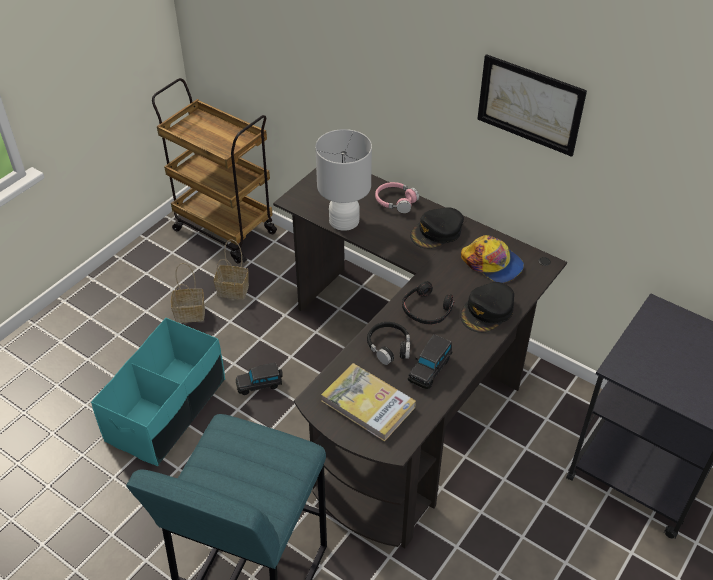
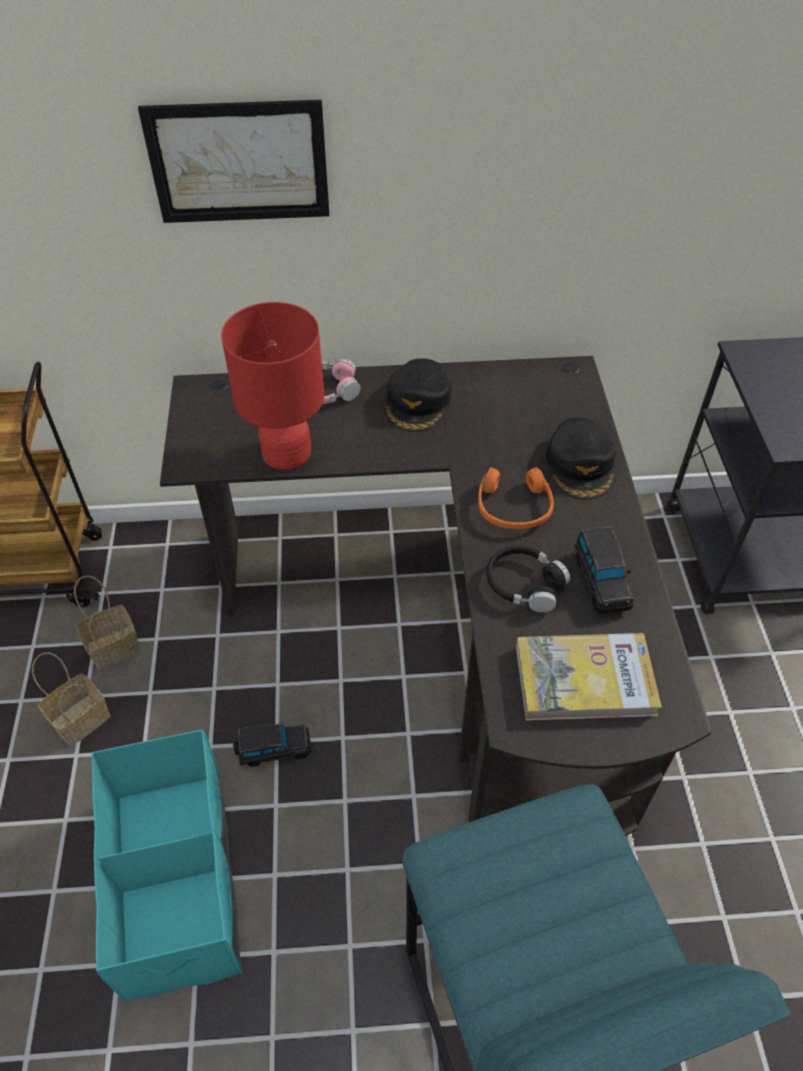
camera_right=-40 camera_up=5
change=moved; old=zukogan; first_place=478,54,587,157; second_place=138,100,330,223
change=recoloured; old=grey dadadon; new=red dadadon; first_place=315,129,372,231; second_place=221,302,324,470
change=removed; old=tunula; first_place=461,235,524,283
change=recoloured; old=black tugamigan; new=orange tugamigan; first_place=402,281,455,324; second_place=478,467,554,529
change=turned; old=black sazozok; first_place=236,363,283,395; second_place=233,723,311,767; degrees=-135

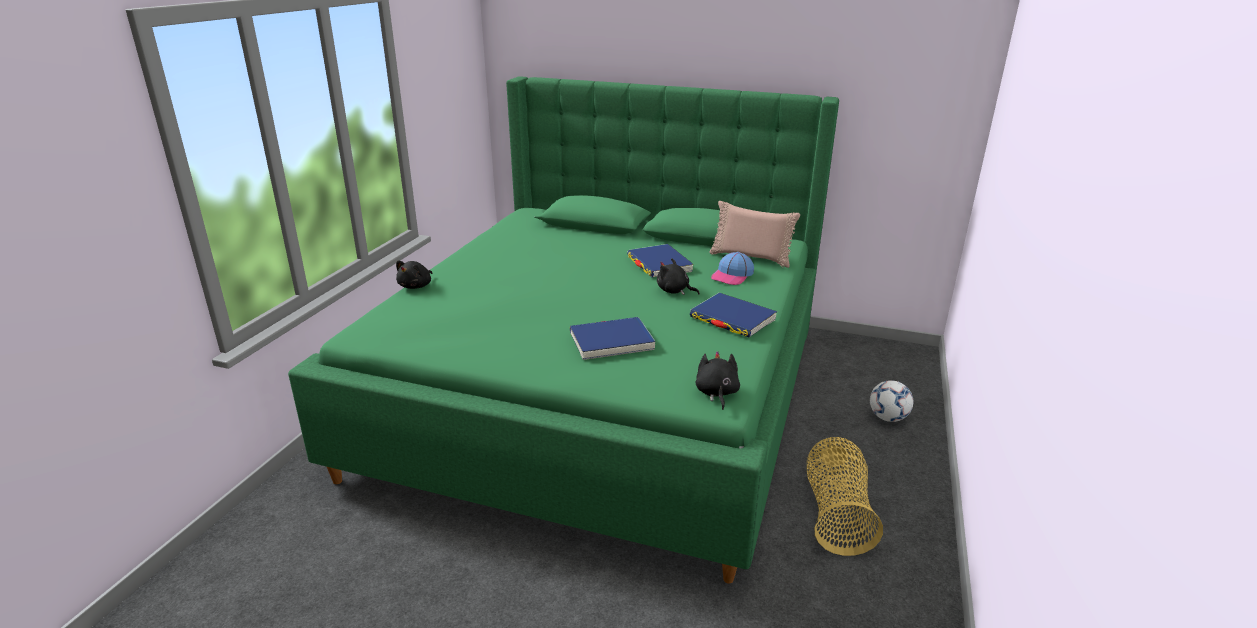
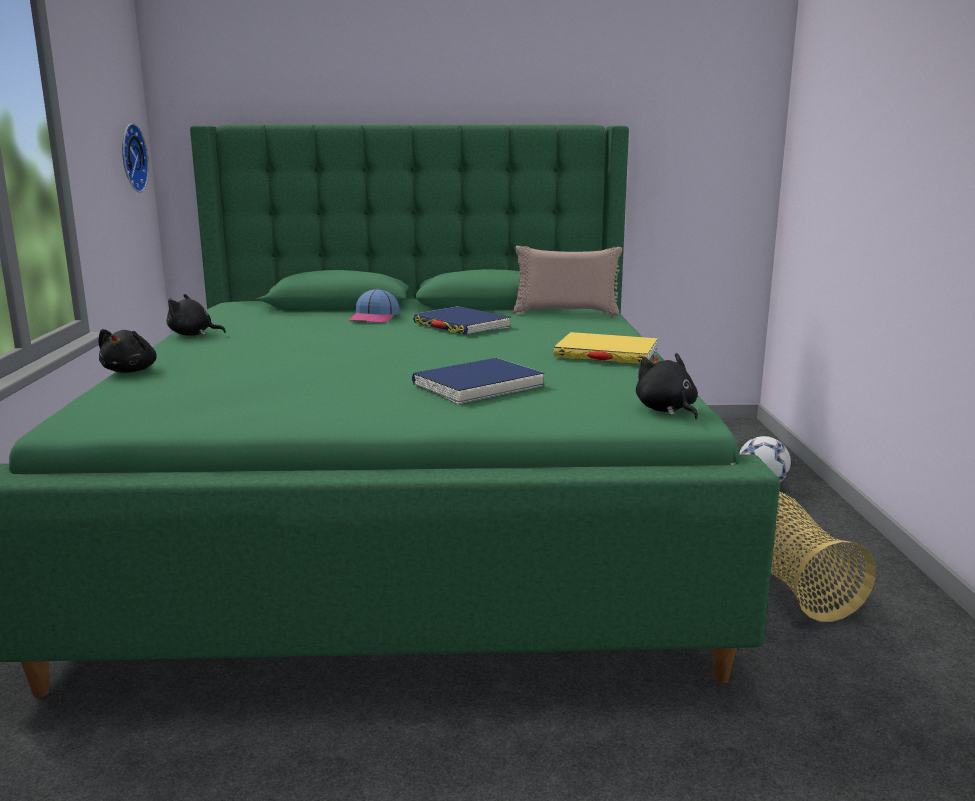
camera_right=-20 camera_up=-10
change=moved; old=tunula; first_place=711,252,754,285; second_place=349,288,399,323
change=moved; old=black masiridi; first_place=657,258,700,295; second_place=167,294,226,336
change=recoloured; old=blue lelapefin; new=yellow lelapefin; first_place=690,293,777,338; second_place=554,332,658,364
change=added; new=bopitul; second_place=122,123,149,193

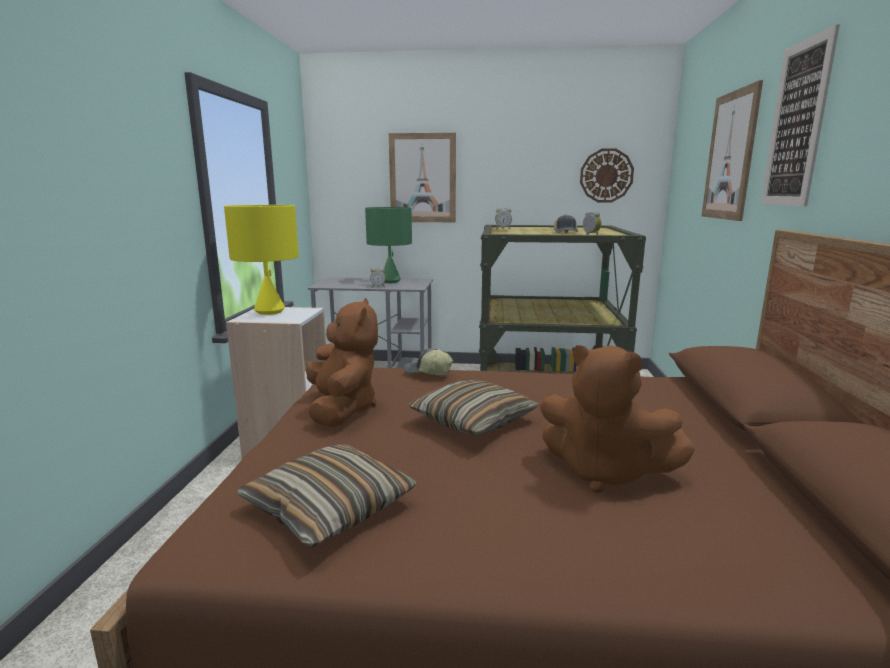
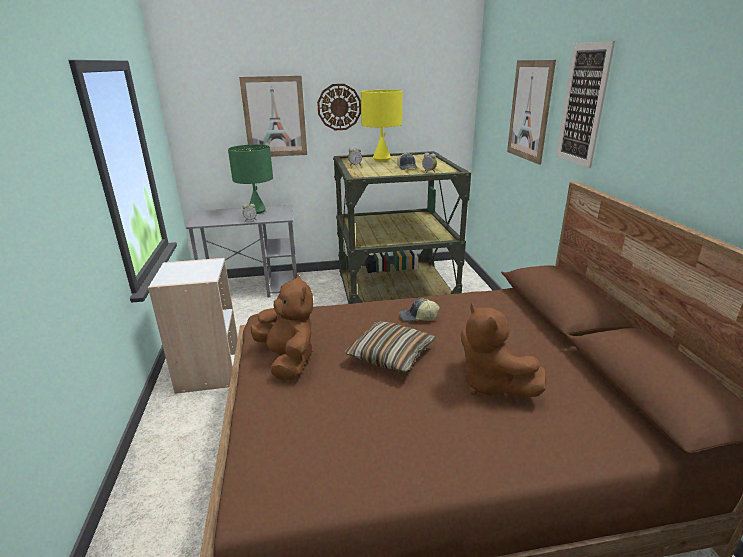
camera_right=-15 camera_up=10
change=moved; old=bopitul; first_place=580,149,634,203; second_place=317,84,361,130
change=moved; old=yellow dadadon; first_place=224,205,299,315; second_place=361,90,402,161
change=turned; old=brown masiridi; first_place=540,345,695,493; second_place=461,303,546,398; degrees=45
change=moved; old=tunula; first_place=404,348,453,375; second_place=400,298,440,321
change=removed; old=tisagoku; first_place=237,444,417,548

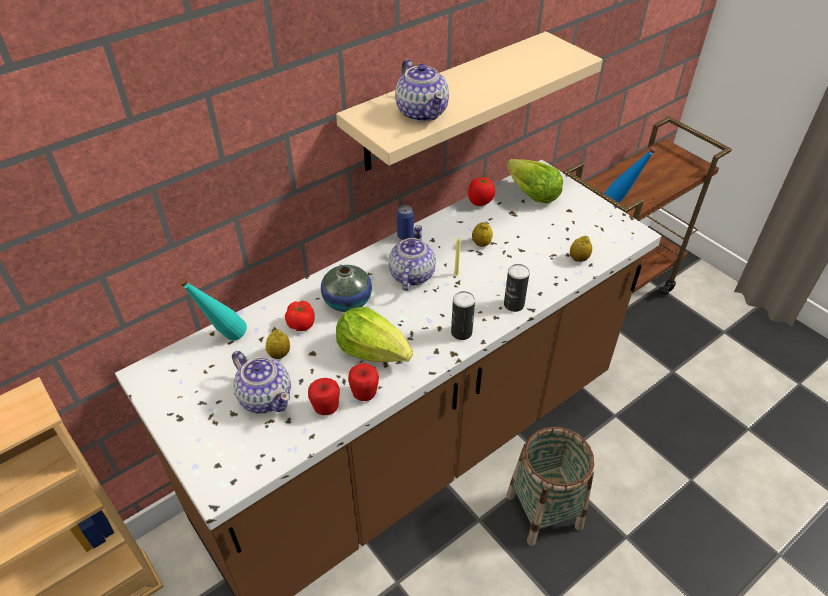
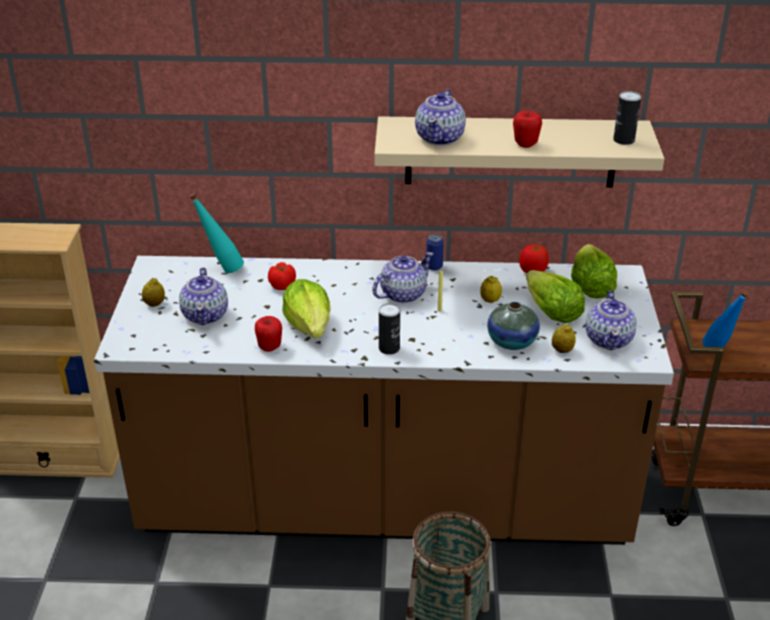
camera_right=40 camera_up=-10
change=moved; old=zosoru; first_place=504,264,530,312; second_place=613,91,641,145
change=moved; old=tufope; first_place=321,265,372,312; second_place=487,302,540,350
change=moved; old=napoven; first_place=266,329,290,359; second_place=142,278,165,307
change=moved; old=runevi; first_place=308,378,340,415; second_place=513,111,542,148
change=added; new=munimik; second_place=526,270,585,323
change=added; new=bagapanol; second_place=585,290,637,350

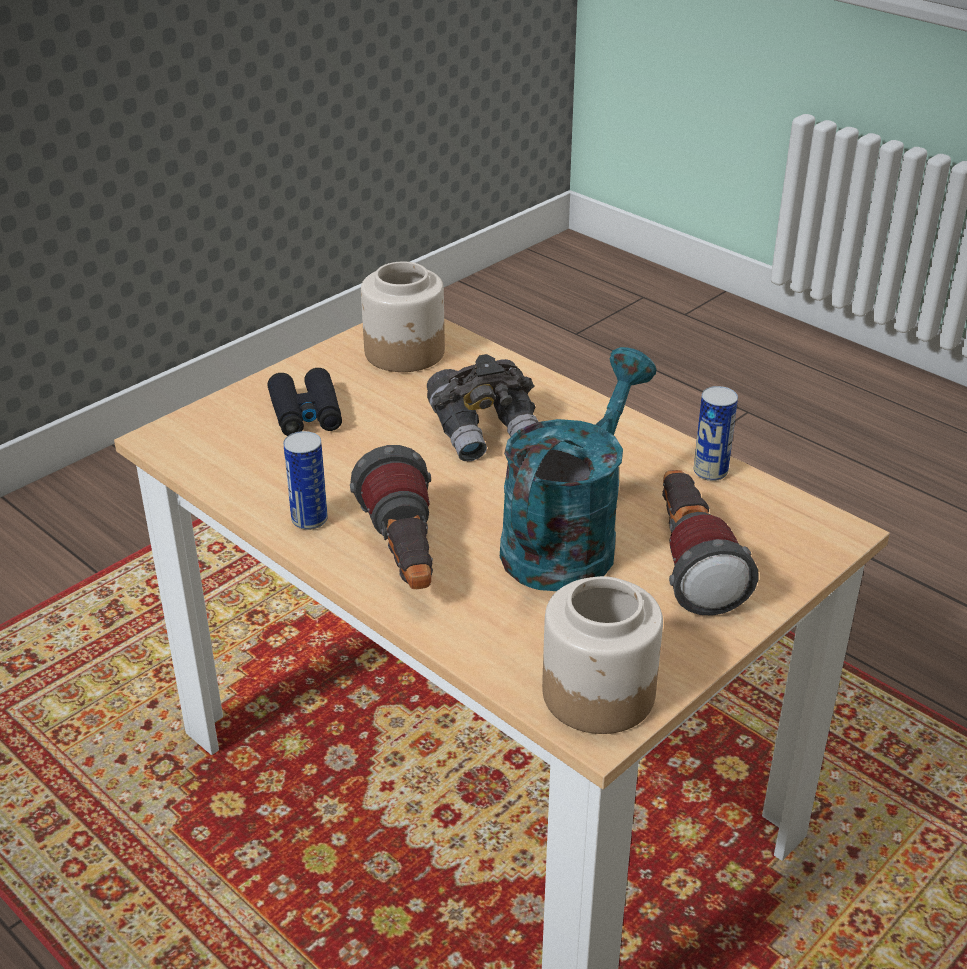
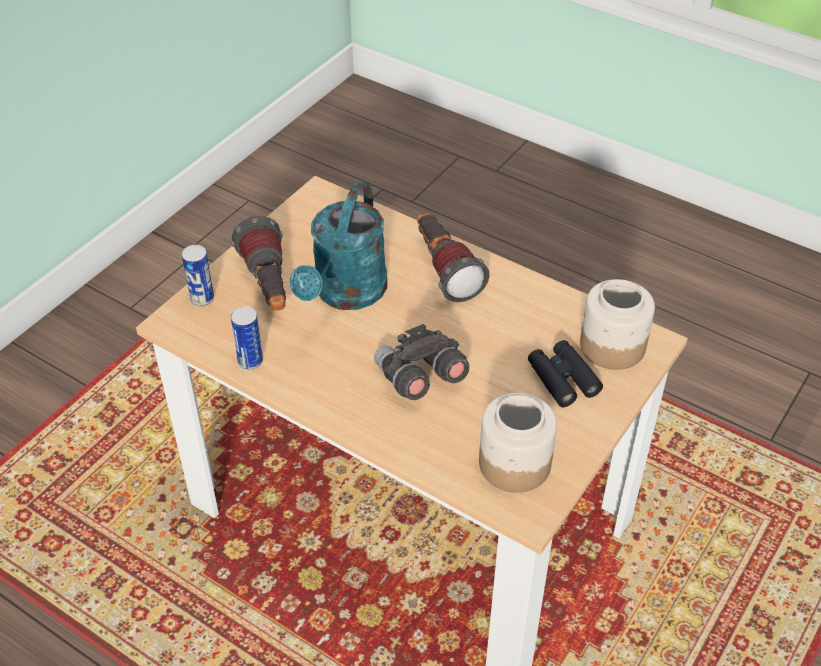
camera_right=170 camera_up=10
change=moved; old=zosoru; first_place=283,431,328,530; second_place=182,245,214,306
change=moved; old=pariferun; first_place=542,576,663,734; second_place=580,279,655,370

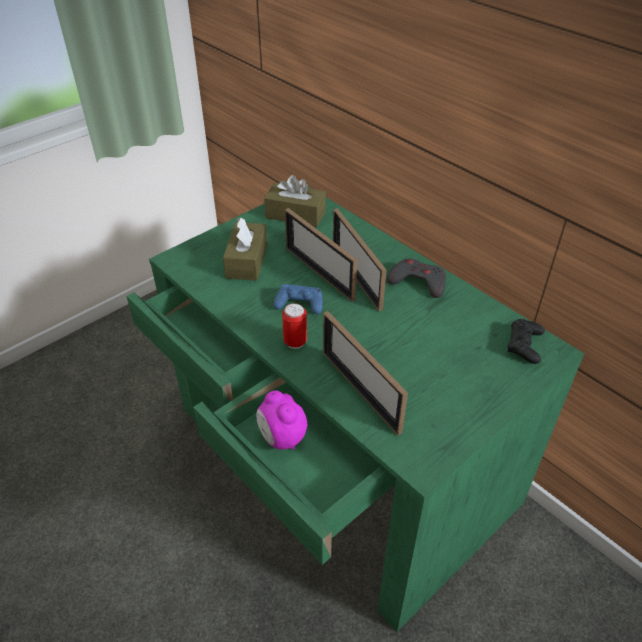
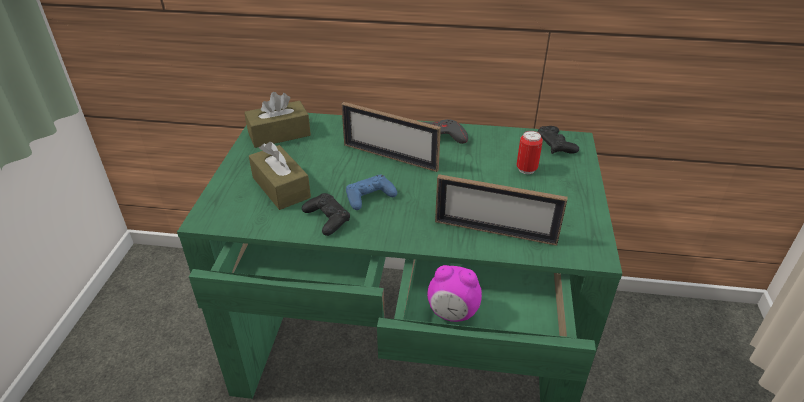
camera_right=-40 camera_up=-5
change=removed; old=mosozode; first_place=285,208,357,302
change=moved; old=zosoru; first_place=282,303,307,349; second_place=517,131,543,174
change=added; new=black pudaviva; second_place=302,193,350,236

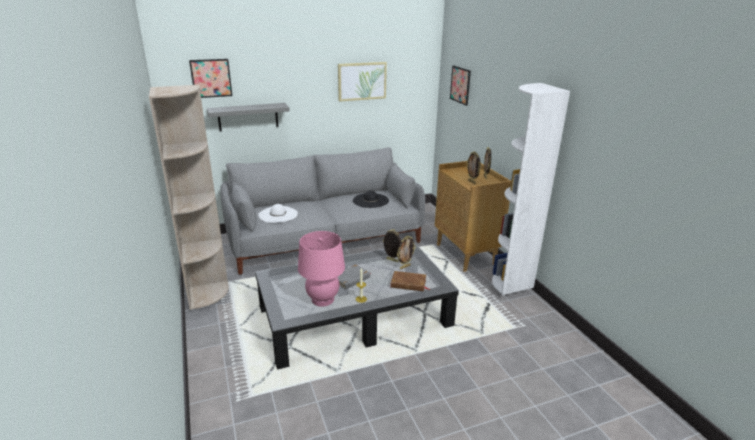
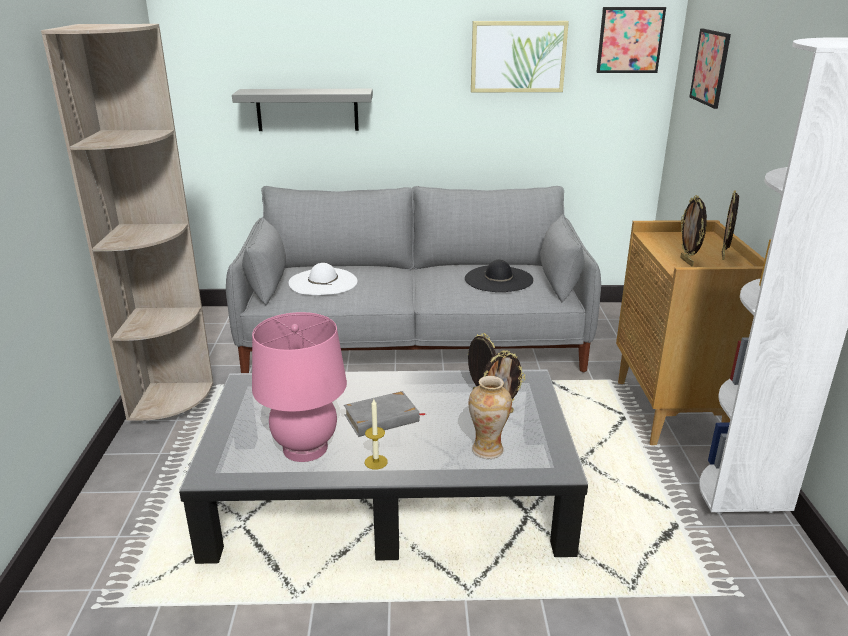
camera_right=20 camera_up=0
change=moved; old=zukogan; first_place=189,59,233,98; second_place=596,7,666,73
change=replaced; old=brown lelapefin; new=tufope; first_place=391,271,430,291; second_place=469,376,512,459

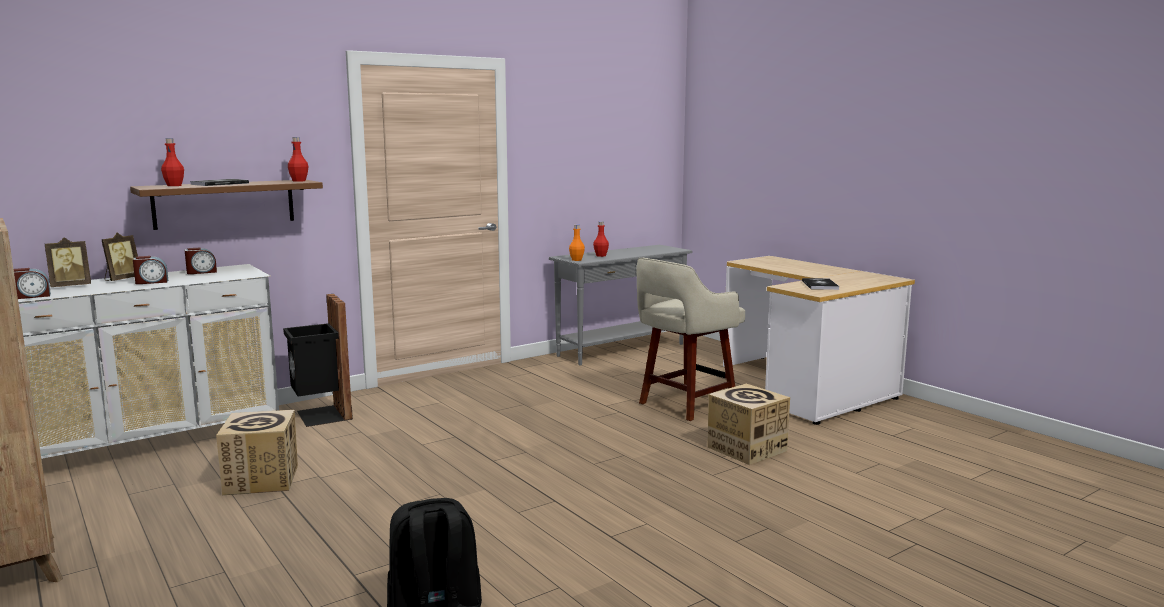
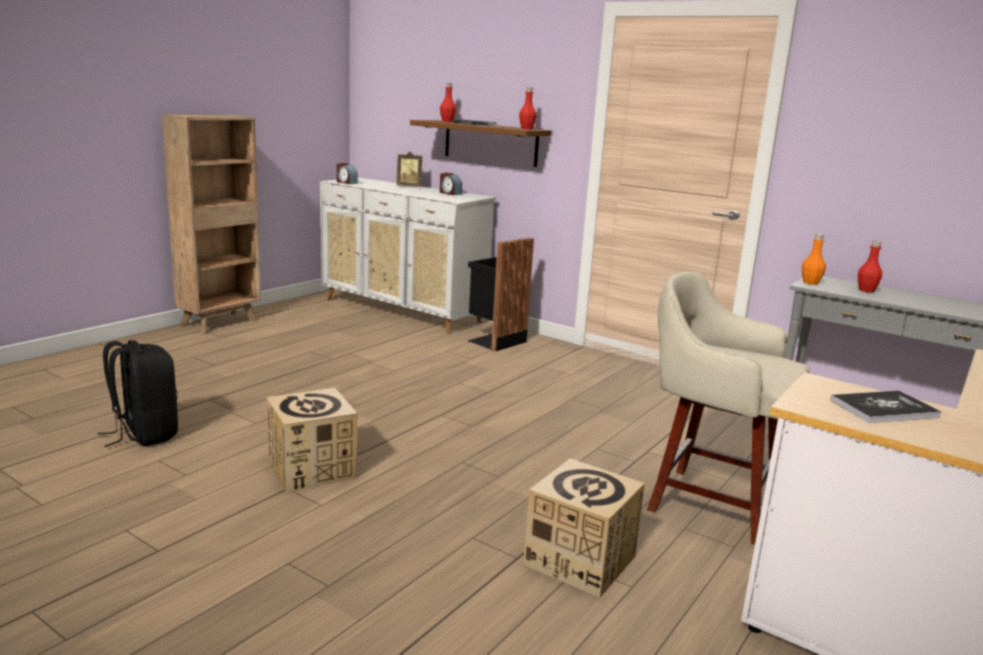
camera_right=70 camera_up=5
change=removed; old=mosozode; first_place=45,237,91,287
change=removed; old=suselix; first_place=133,256,168,284
change=moved; old=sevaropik; first_place=216,410,298,495; second_place=266,388,358,493

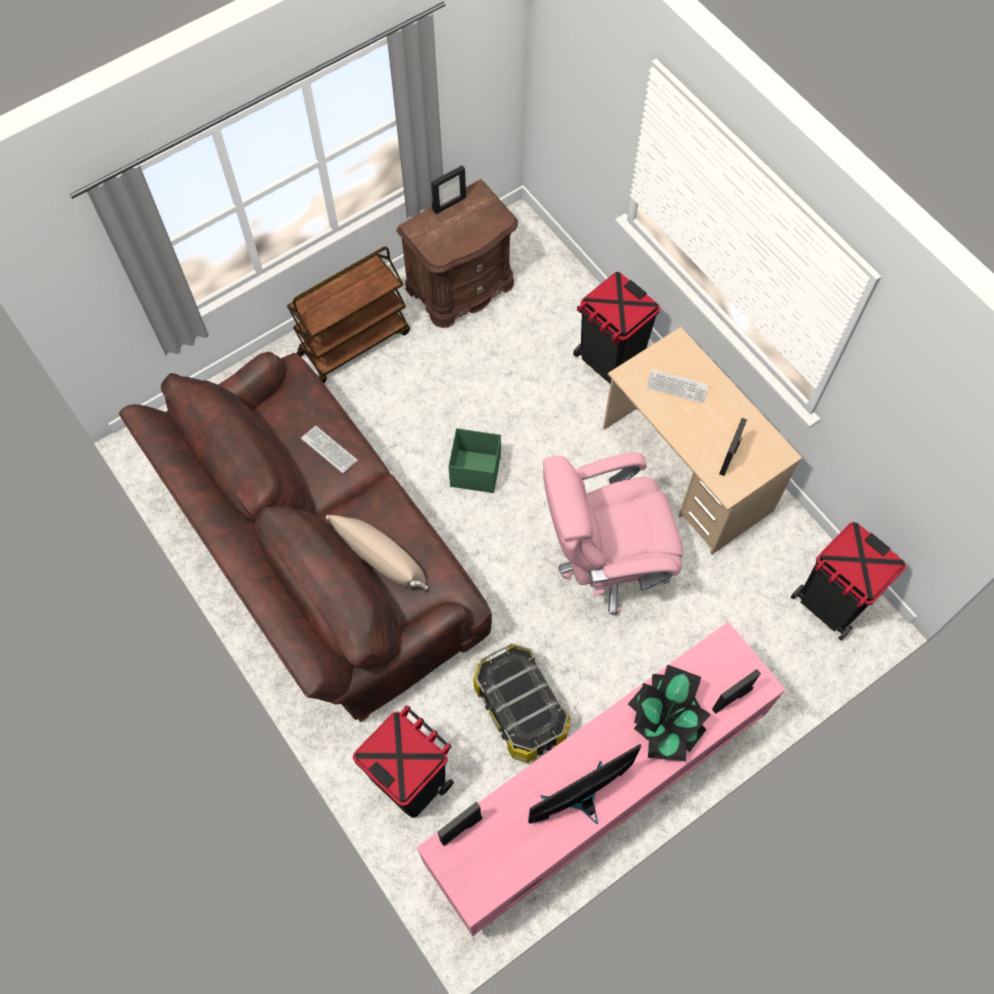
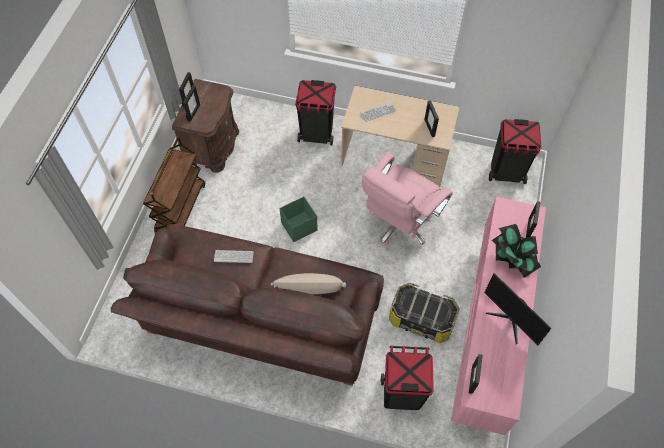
camera_right=-40 camera_up=-5
change=turned; old=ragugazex; first_place=528,744,641,824; second_place=484,273,551,345; degrees=-60
change=added; new=mosozode; second_place=183,85,200,122

